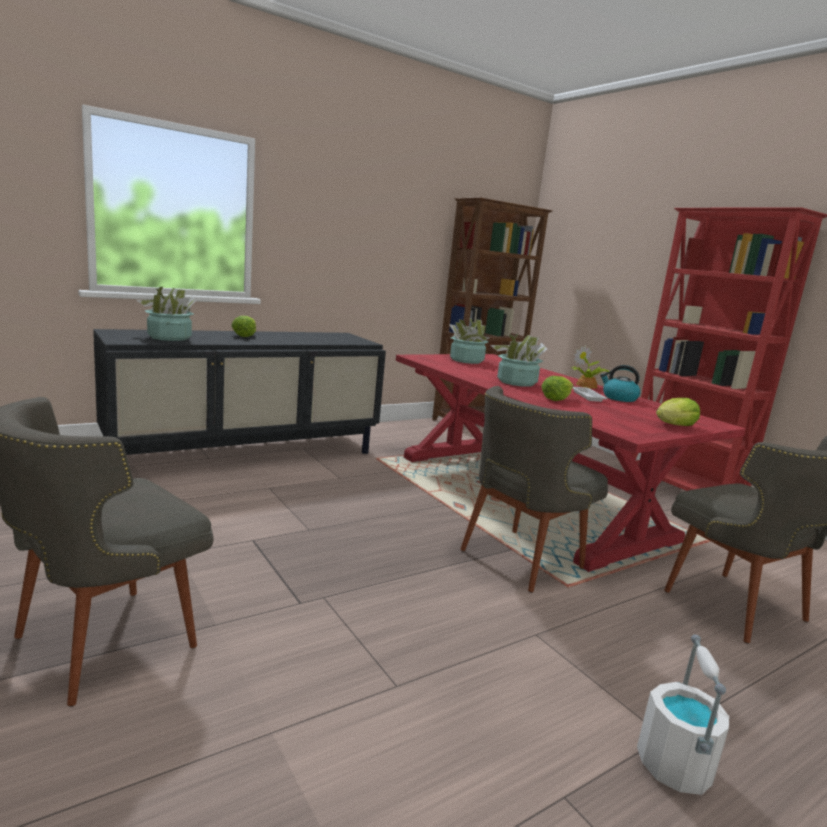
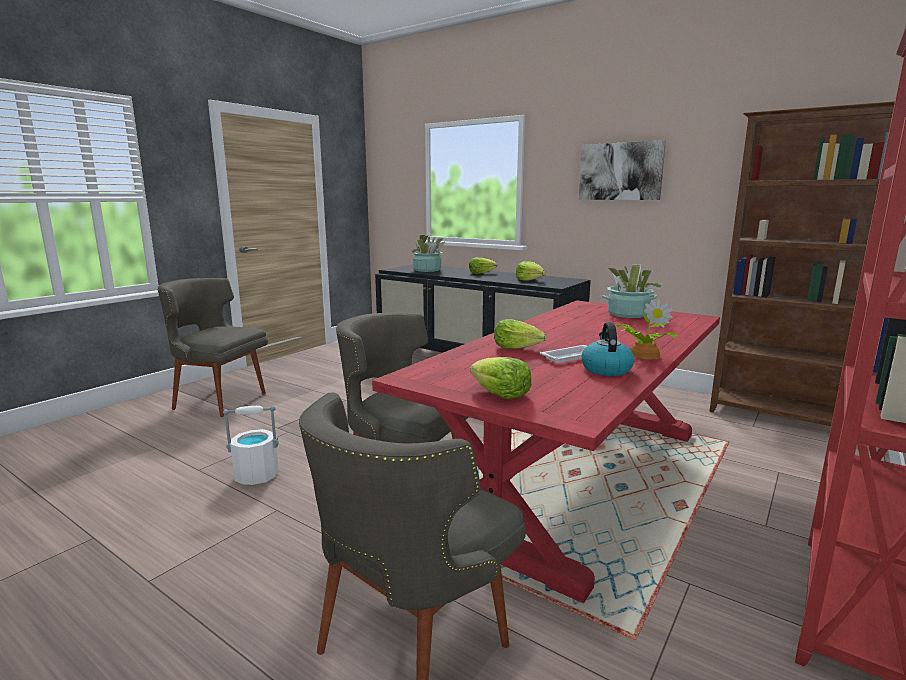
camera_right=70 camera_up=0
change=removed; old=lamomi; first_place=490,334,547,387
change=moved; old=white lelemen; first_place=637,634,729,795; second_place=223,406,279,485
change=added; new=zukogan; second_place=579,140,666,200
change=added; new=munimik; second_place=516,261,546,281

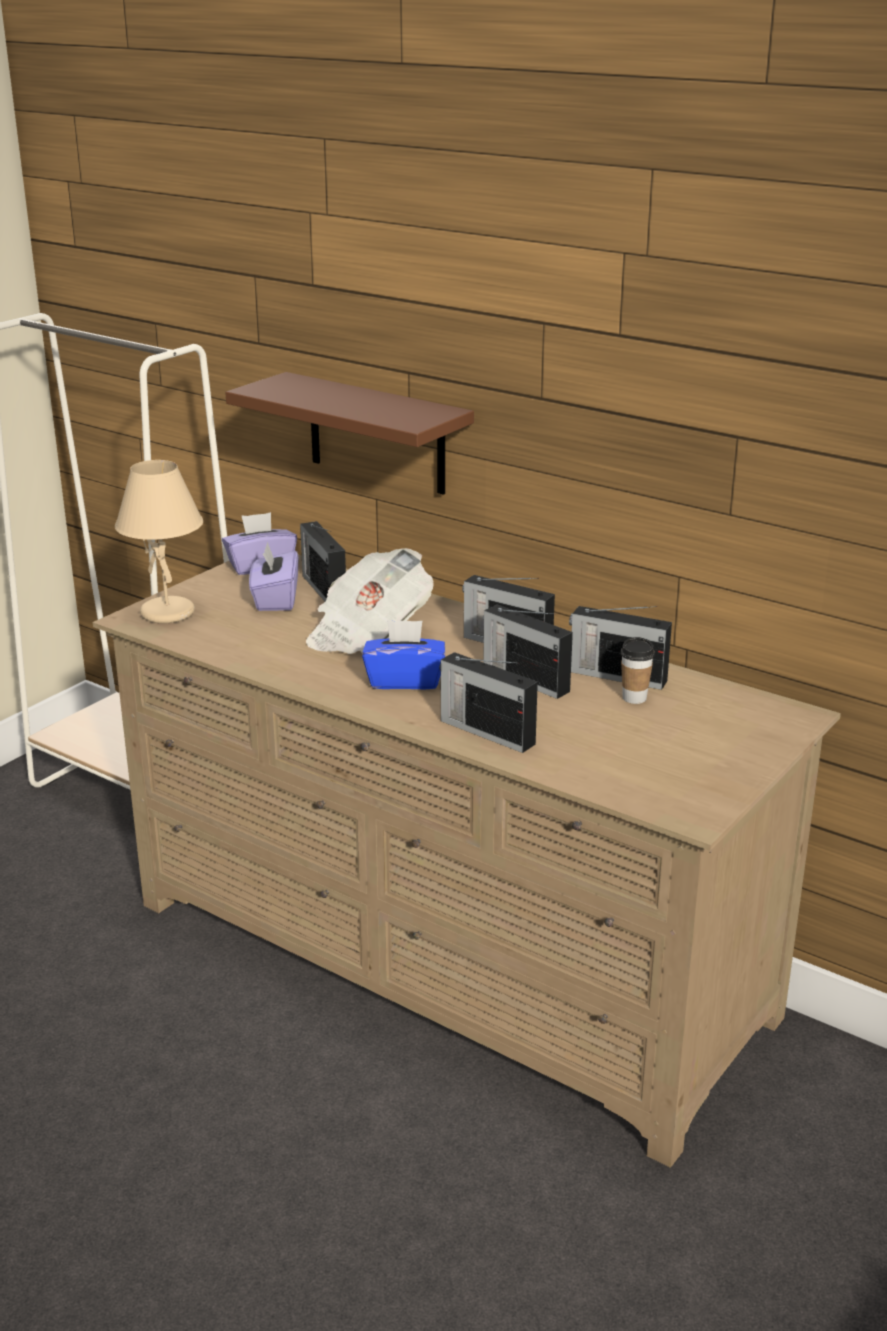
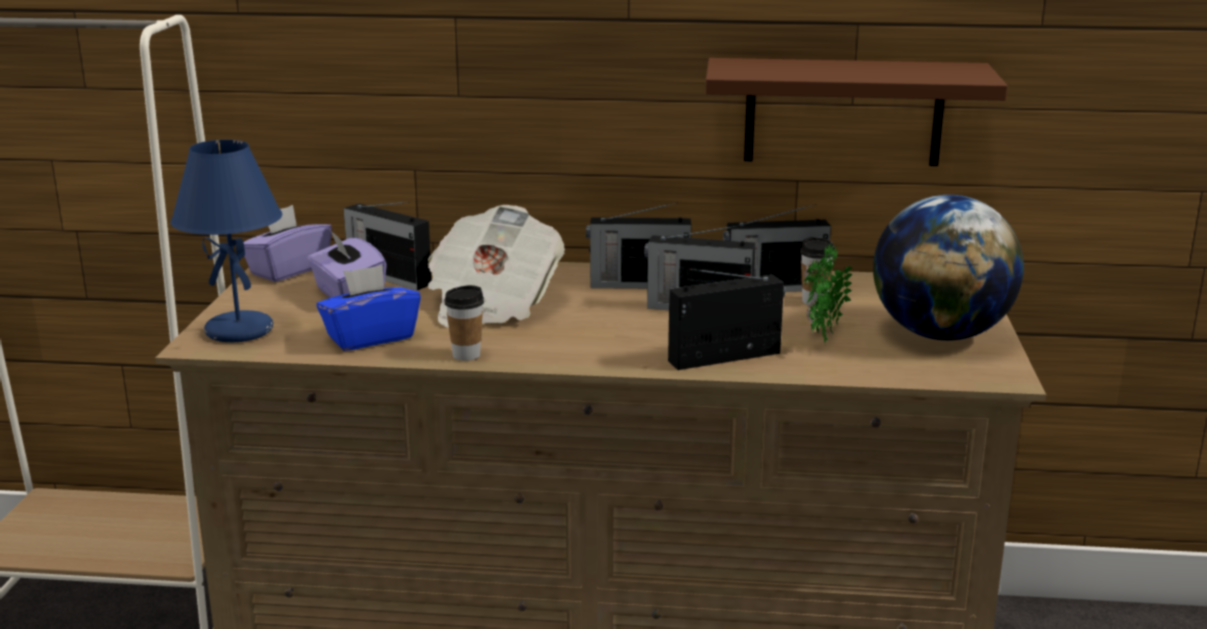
camera_right=-30 camera_up=-5
change=moved; old=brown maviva; first_place=225,372,474,495; second_place=705,58,1008,166
change=recoloured; old=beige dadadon; new=blue dadadon; first_place=115,460,203,624; second_place=171,140,282,343
change=moved; old=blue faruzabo; first_place=362,620,445,689; second_place=316,265,421,351
change=turned; old=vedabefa; first_place=440,652,538,753; second_place=668,269,785,370; degrees=150
change=added; new=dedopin; second_place=873,195,1024,341
change=added; new=lamomi; second_place=803,243,853,346
change=added; new=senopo; second_place=444,285,484,361

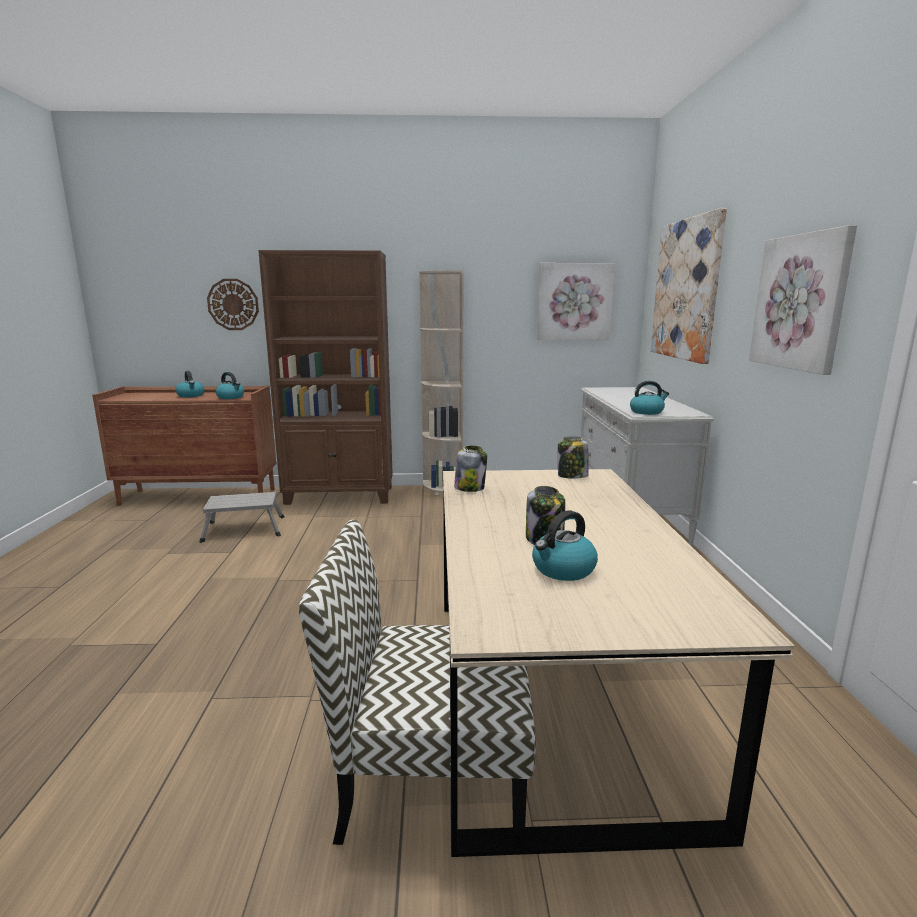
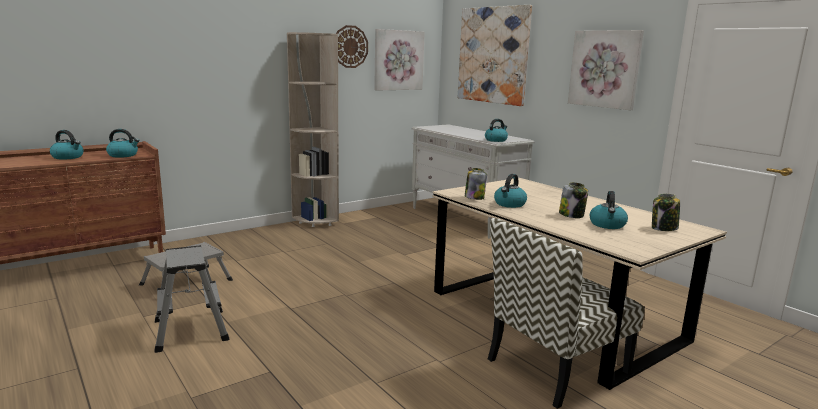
camera_right=-35 camera_up=0
change=removed; old=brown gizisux; first_place=258,250,393,505
change=moved; old=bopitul; first_place=207,279,259,330; second_place=336,25,368,68
change=moved; old=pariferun; first_place=558,436,589,479; second_place=652,194,680,231
change=added; new=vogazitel; second_place=494,174,527,208
change=added; new=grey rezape; second_place=154,245,230,353

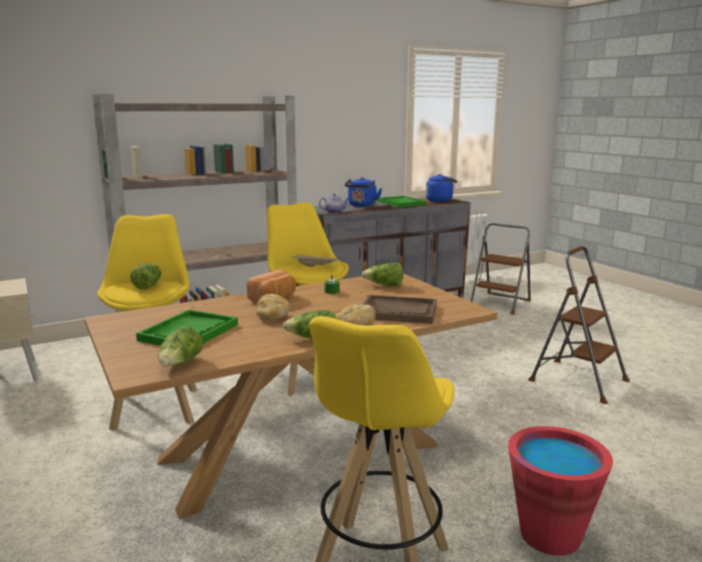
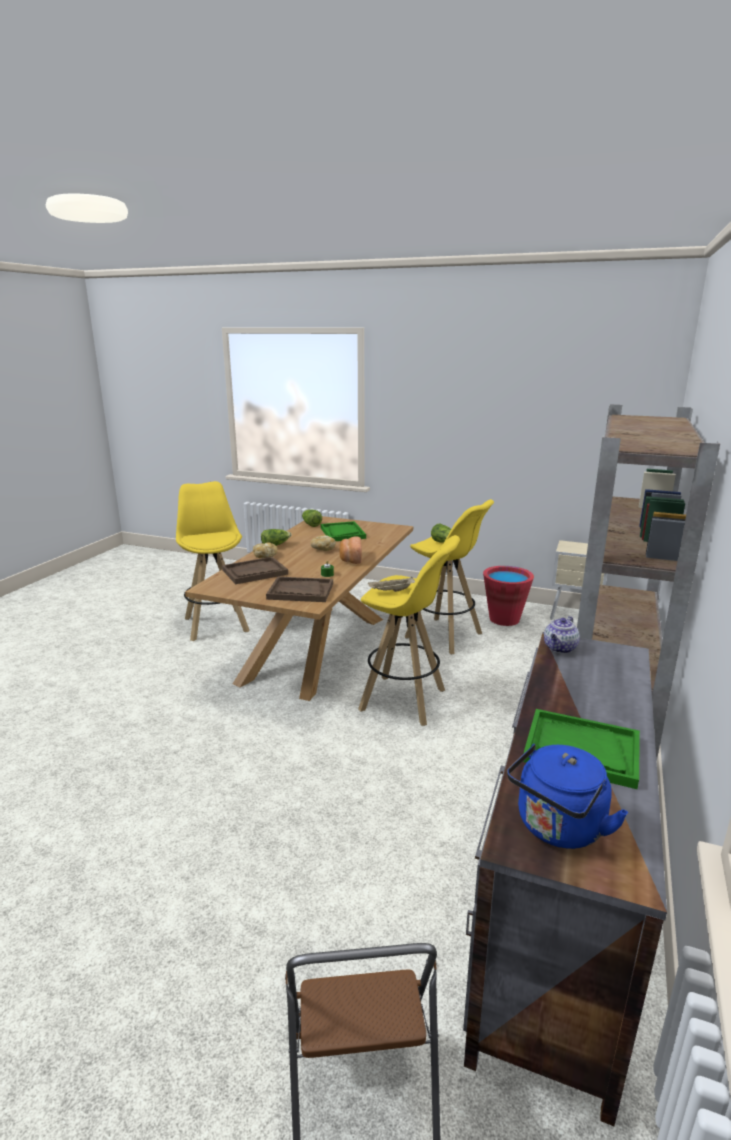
camera_right=140 camera_up=5
change=removed; old=blue vogazitel; first_place=345,177,382,207
change=removed; old=brown rezape; first_place=528,246,630,404
change=replaced; old=munimik; new=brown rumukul; first_place=362,263,403,286; second_place=266,577,333,602
change=moved; old=red lelemen; first_place=508,426,613,556; second_place=483,566,534,626

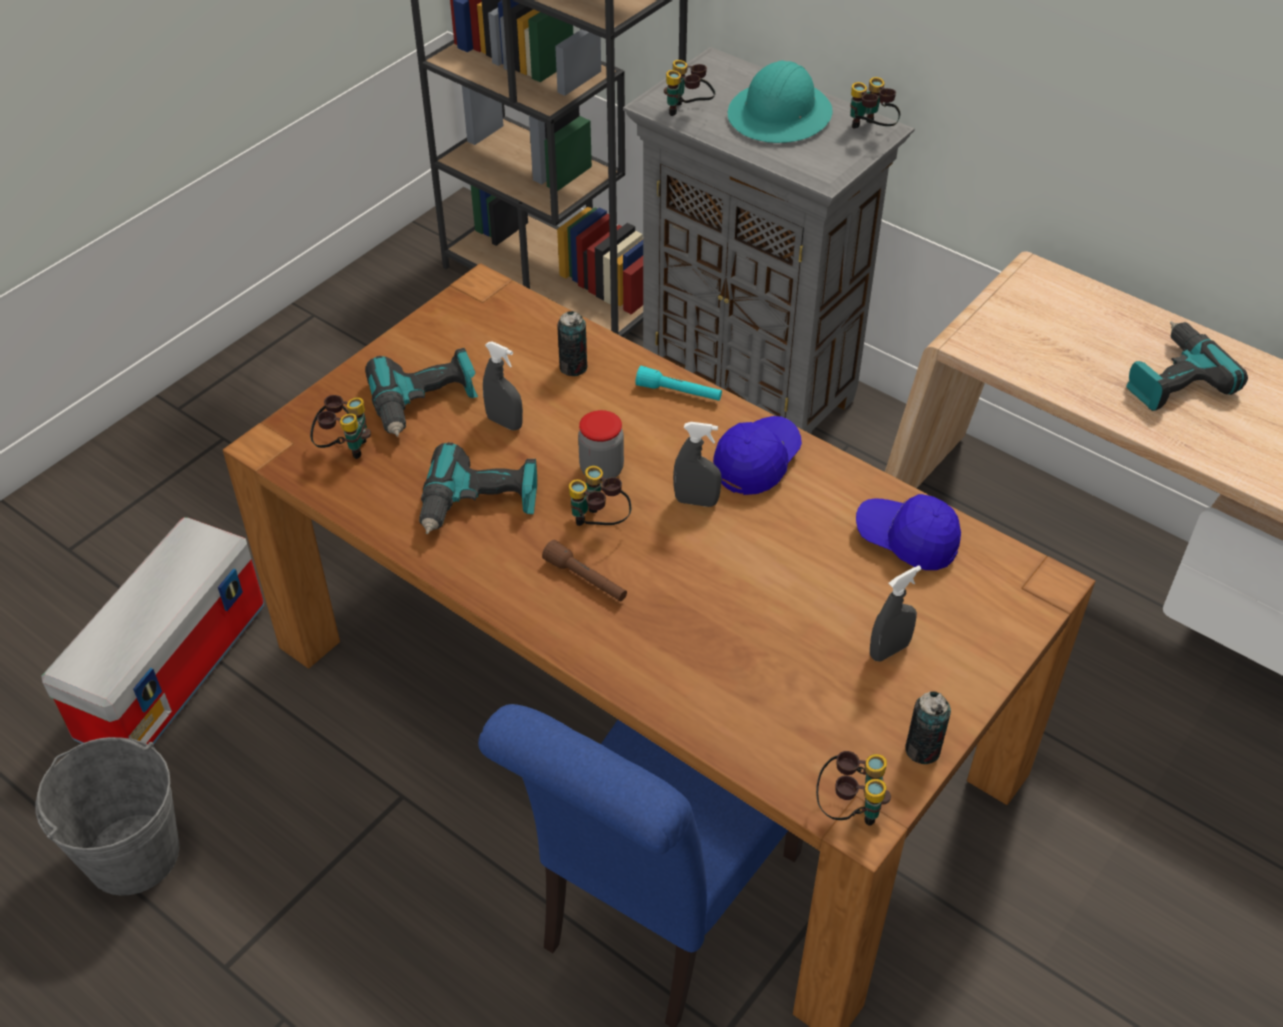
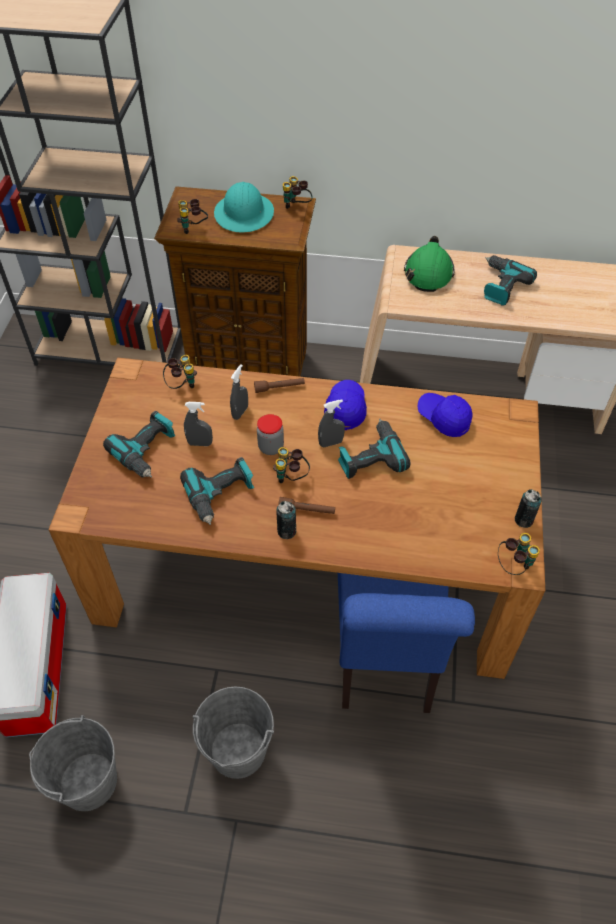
camera_right=-30 camera_up=5
change=recoloured; old=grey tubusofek; new=brown tubusofek; first_place=623,47,915,434; second_place=154,186,316,377
change=moved; old=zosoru; first_place=557,311,588,376; second_place=276,501,296,539
change=recoloured; old=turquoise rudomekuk; new=brown rudomekuk; first_place=635,366,722,401; second_place=254,378,305,393
change=moved; old=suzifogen; first_place=310,395,371,459; second_place=163,355,197,389
change=turned; old=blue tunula; first_place=856,494,961,570; second_place=418,393,473,437; degrees=45
change=moved; old=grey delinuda; first_place=870,565,921,662; second_place=230,364,248,420
change=added; new=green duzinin; second_place=404,236,454,292
change=added; new=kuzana; second_place=338,419,410,479
change=added; new=grey lelemen; second_place=193,686,274,779

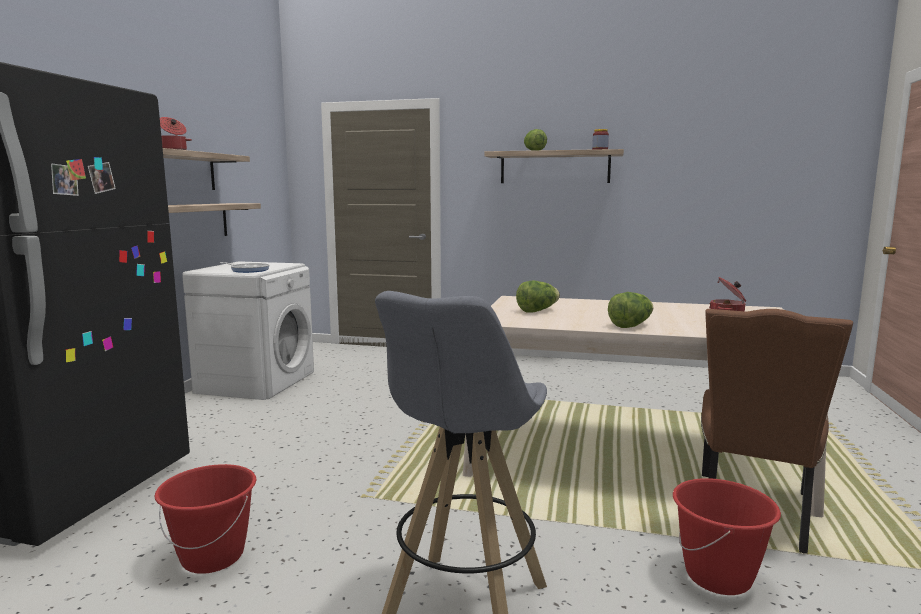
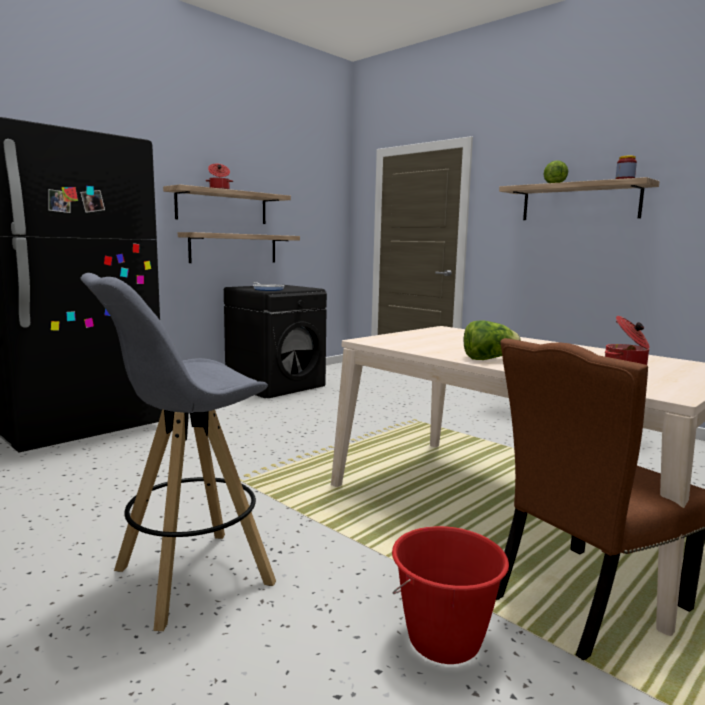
camera_right=30 camera_up=0
change=recoloured; old=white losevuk; new=black losevuk; first_place=182,261,314,400; second_place=224,285,327,398
change=removed; old=munimik; first_place=516,281,560,313
change=removed; old=red lelemen; first_place=154,464,256,574

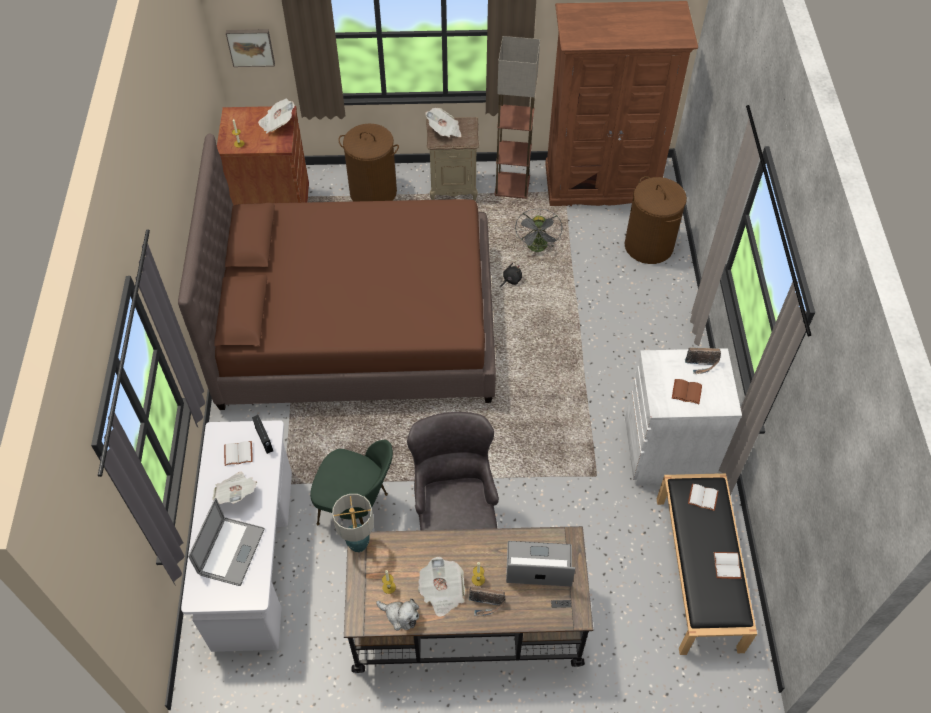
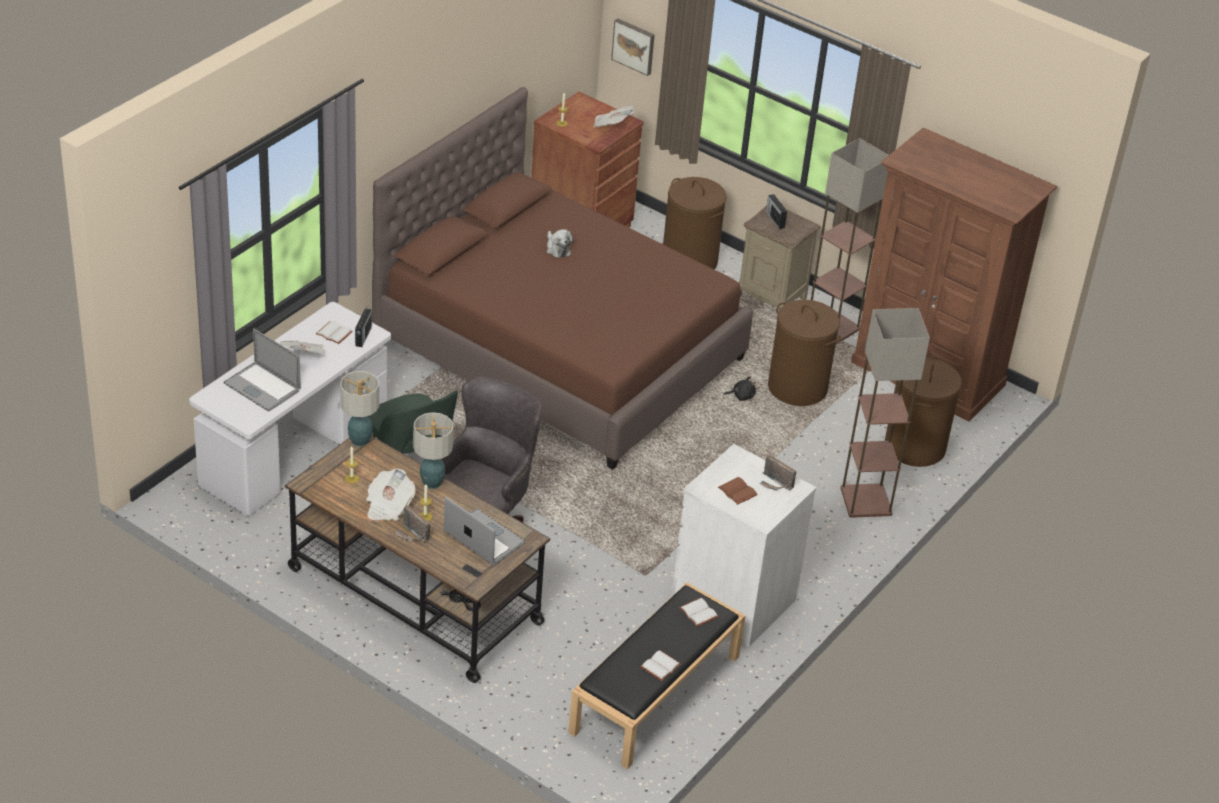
camera_right=35 camera_up=-15
change=replaced; old=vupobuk; new=vedabefa; first_place=425,108,461,137; second_place=766,194,787,229
change=replaced; old=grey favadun; new=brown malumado; first_place=515,208,563,252; second_place=768,300,841,406
change=turned; old=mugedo; first_place=188,498,265,586; second_place=224,329,301,412; degrees=75
change=moved; old=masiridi; first_place=376,598,419,631; second_place=547,229,574,258
change=added; new=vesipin; second_place=841,308,930,518
change=added; new=dadadon; second_place=413,412,454,489

